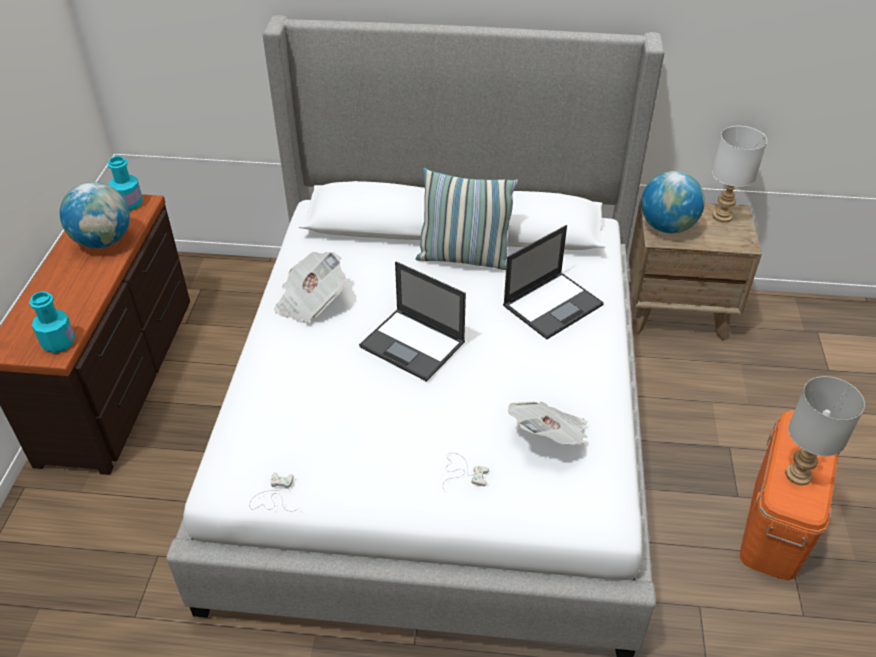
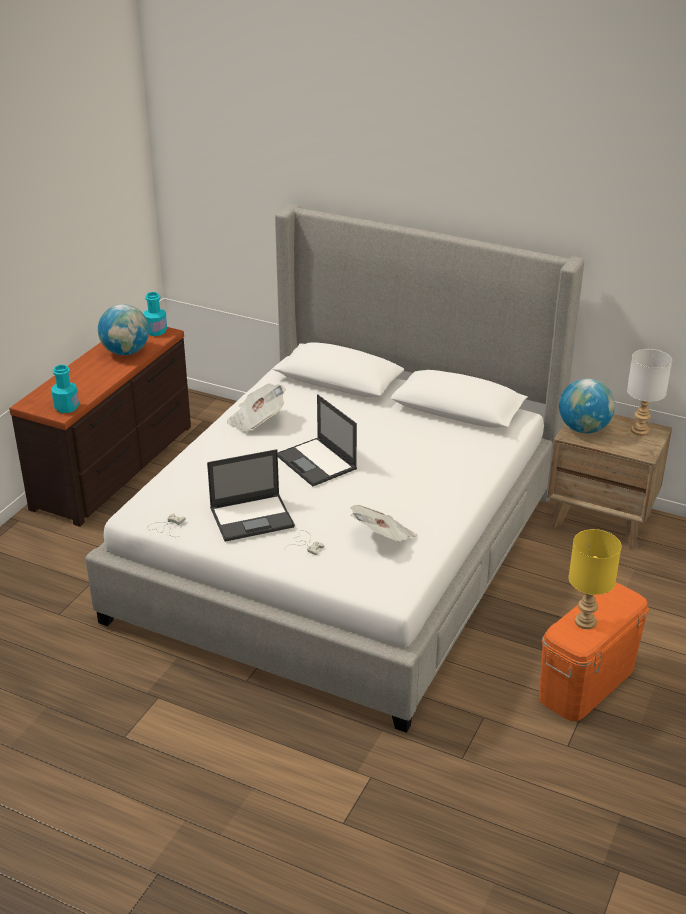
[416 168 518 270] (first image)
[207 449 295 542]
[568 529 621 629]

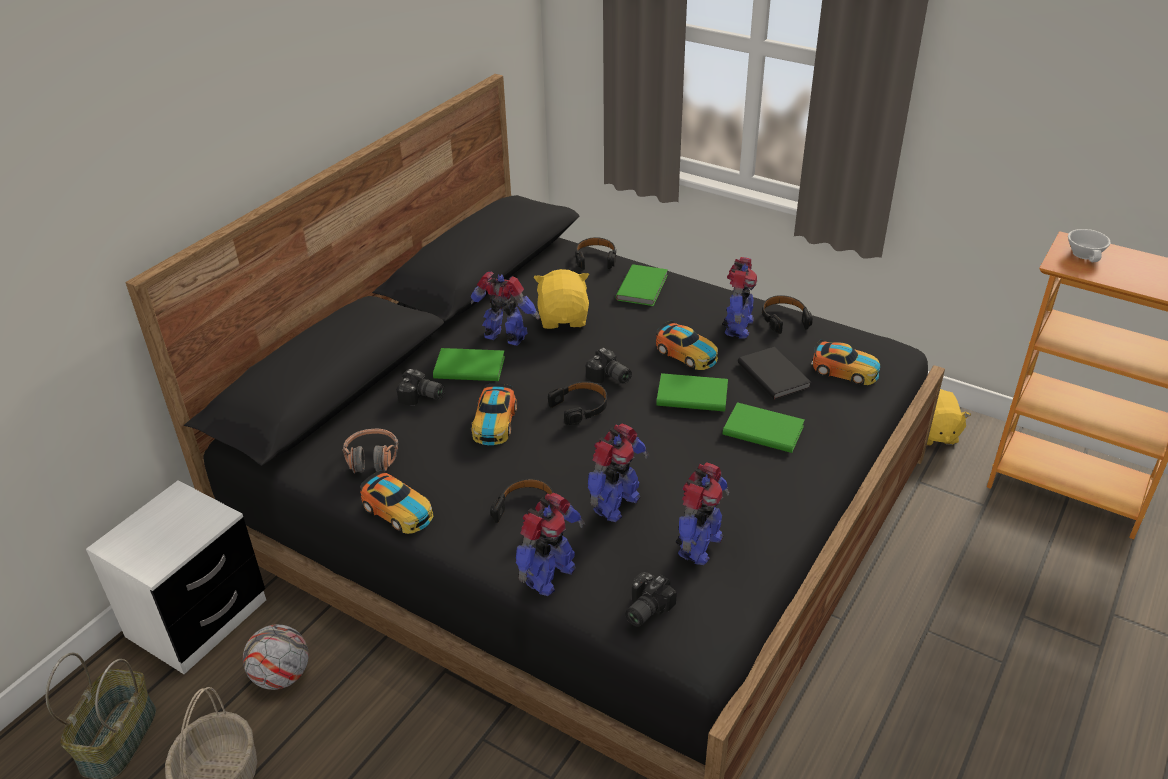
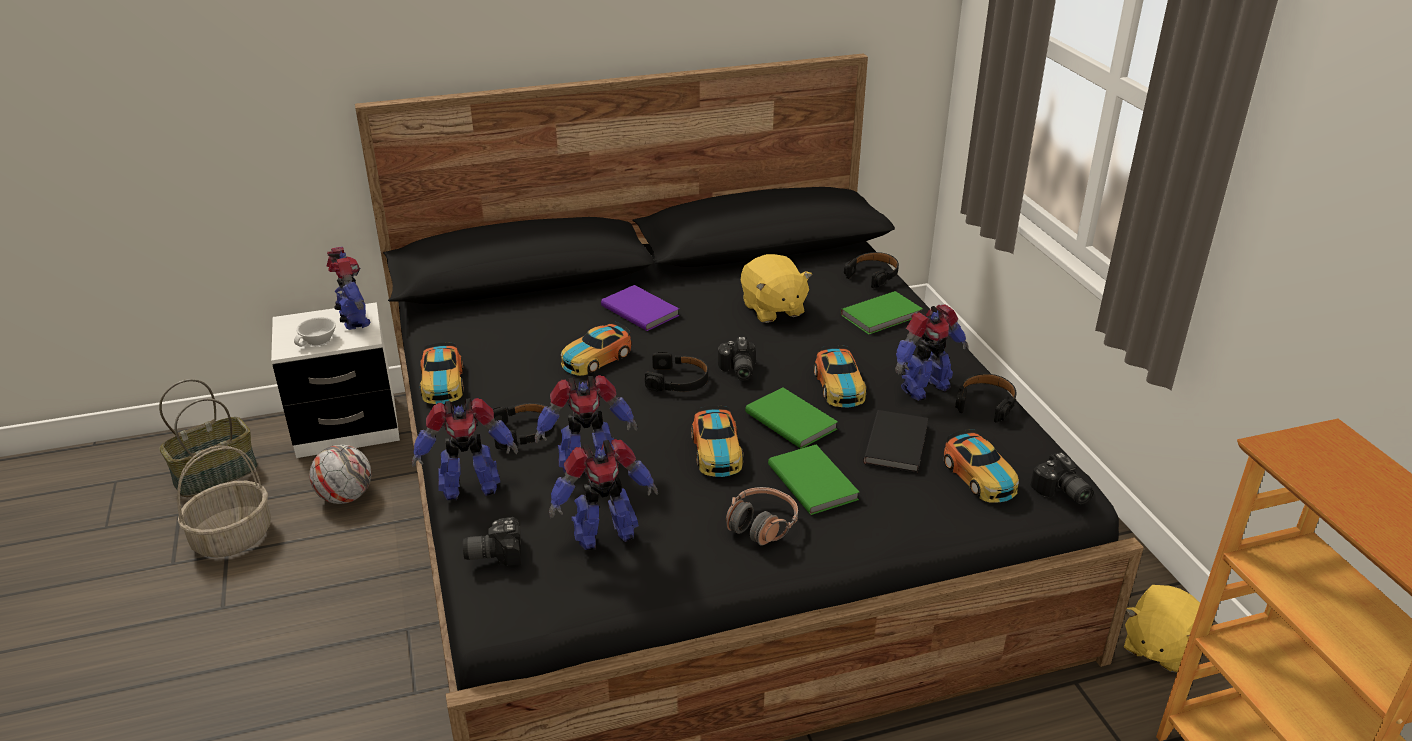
[726 487 798 546]
[1031 452 1094 504]
[601 285 680 331]
[327 247 370 330]
[741 254 812 323]
[294 317 336 347]
[691 406 744 477]

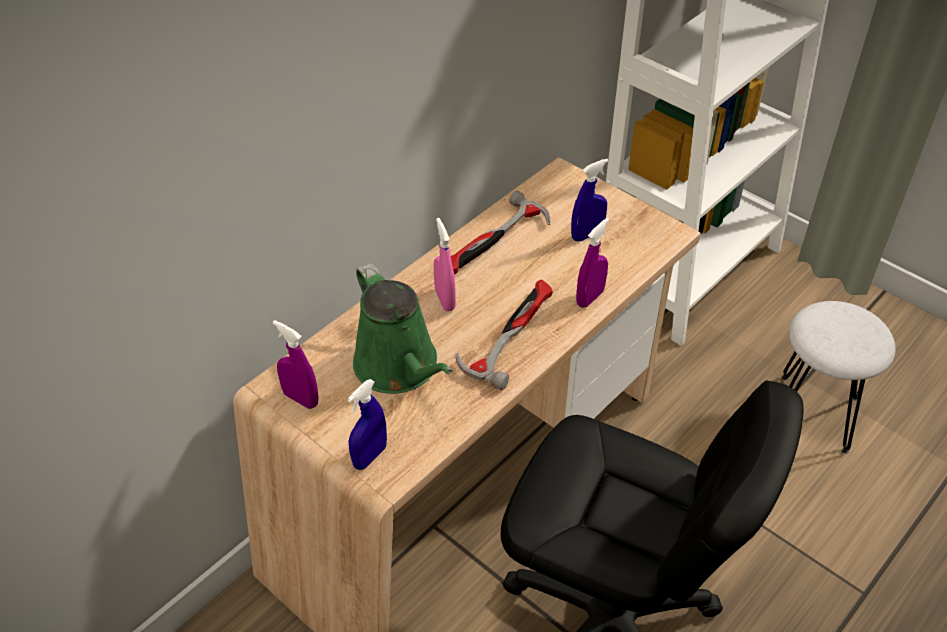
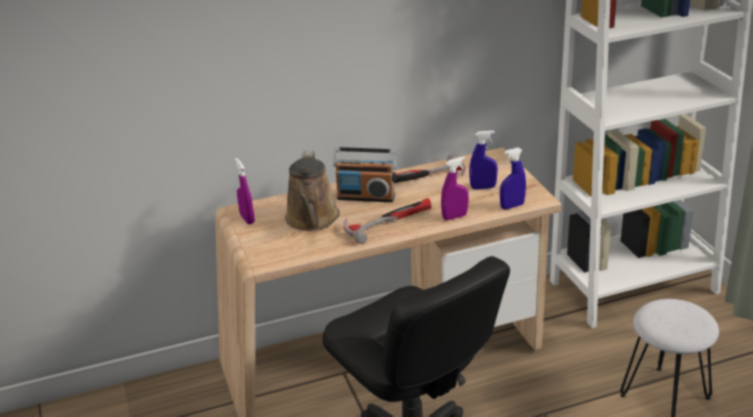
[500 147 526 210]
[285 150 340 231]
[333 147 396 202]

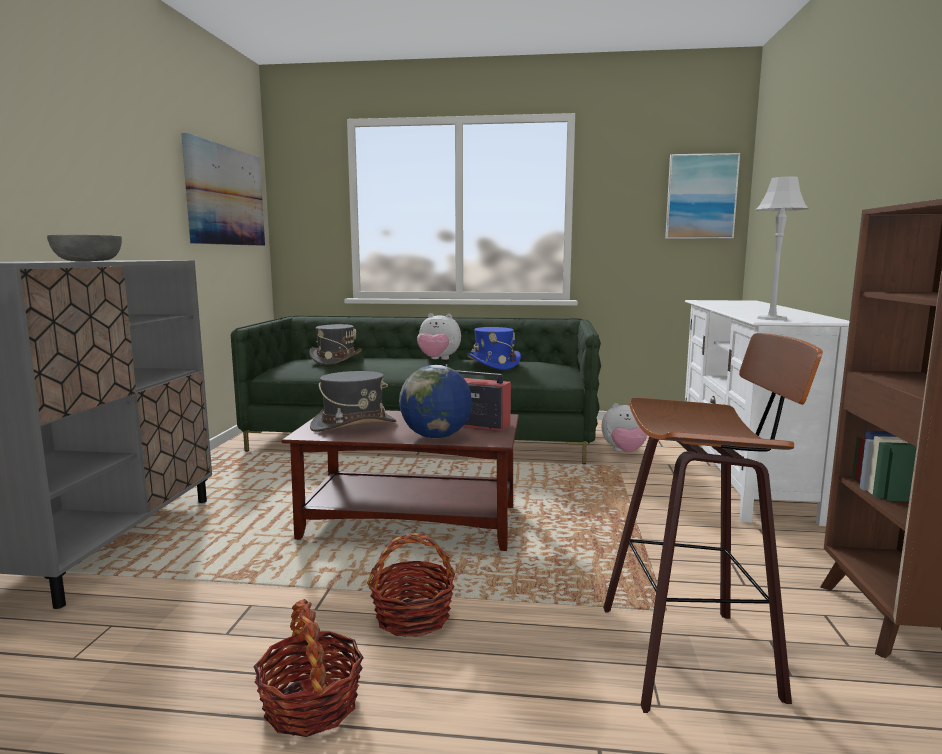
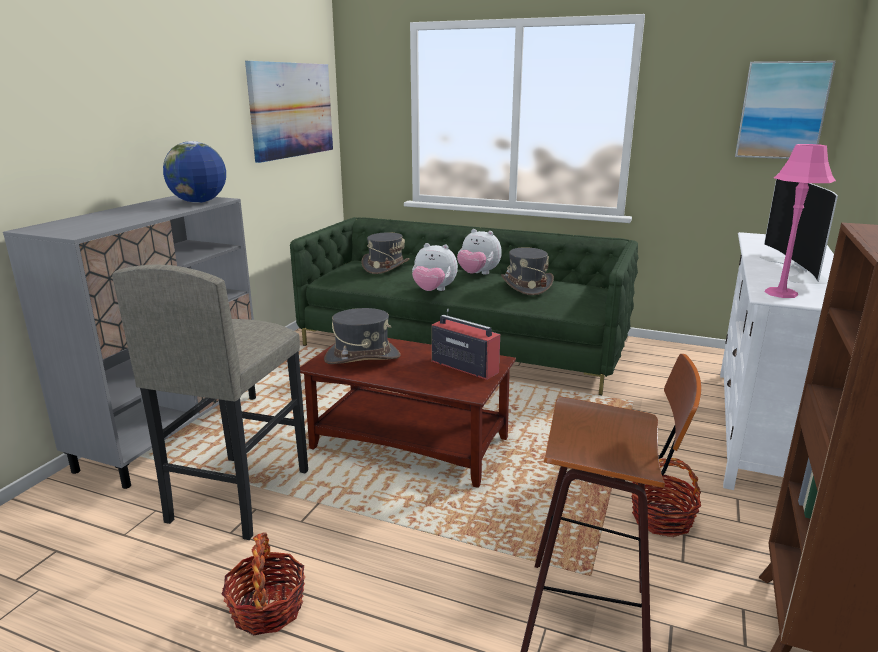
[47 235 122 261] (first image)
[631 458 701 537]
[163 141 226 203]
[501 247 554 295]
[412 243 458 291]
[764 144 836 298]
[112 264 308 540]
[759 179 838 284]

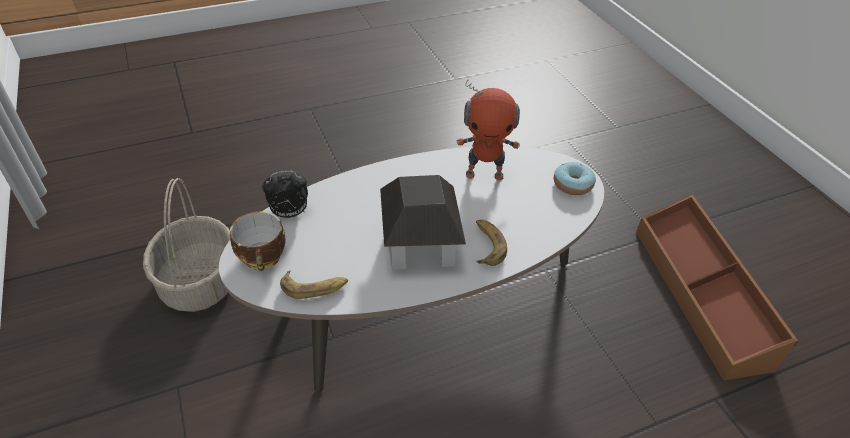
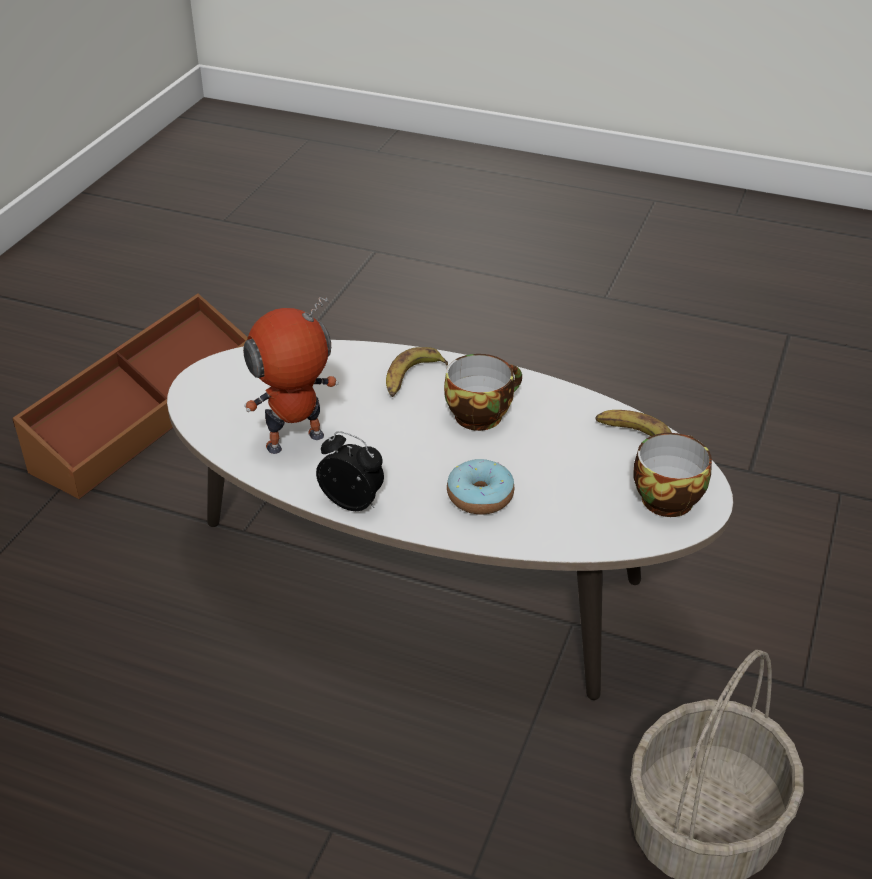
[316 431 384 511]
[444 354 522 431]
[243 297 339 454]
[447 459 514 515]

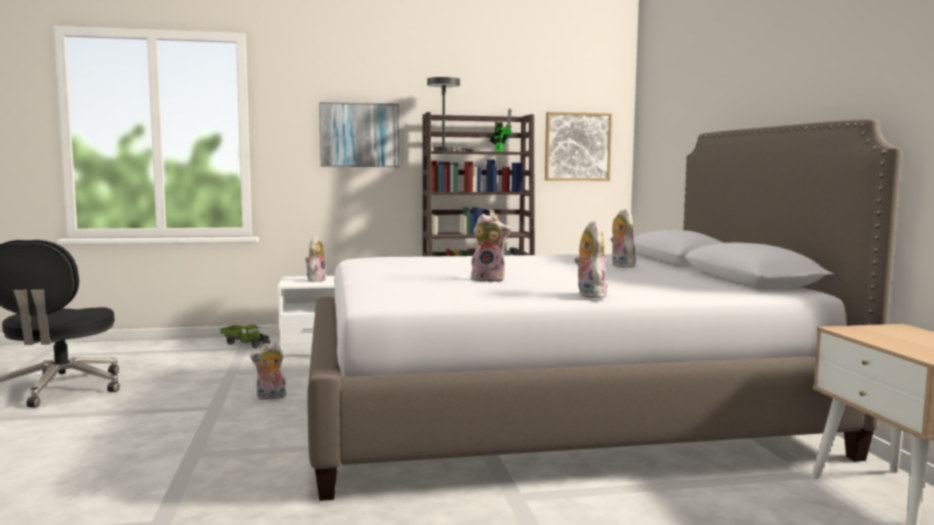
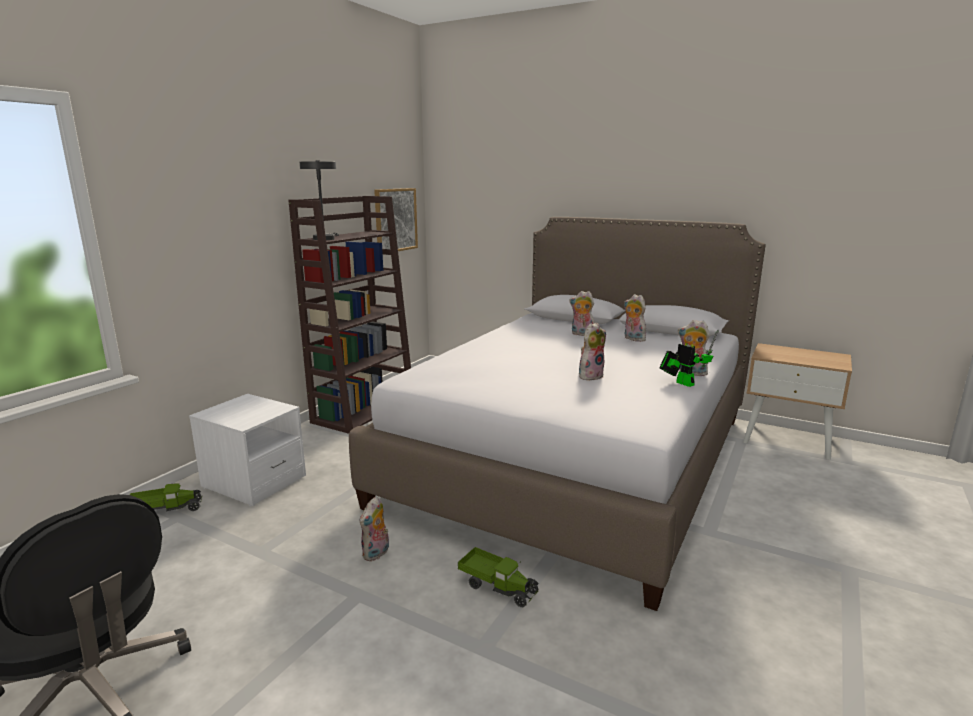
[624 294 646 342]
[319 102 399 167] (first image)
[659 329 719 387]
[458 547 539 607]

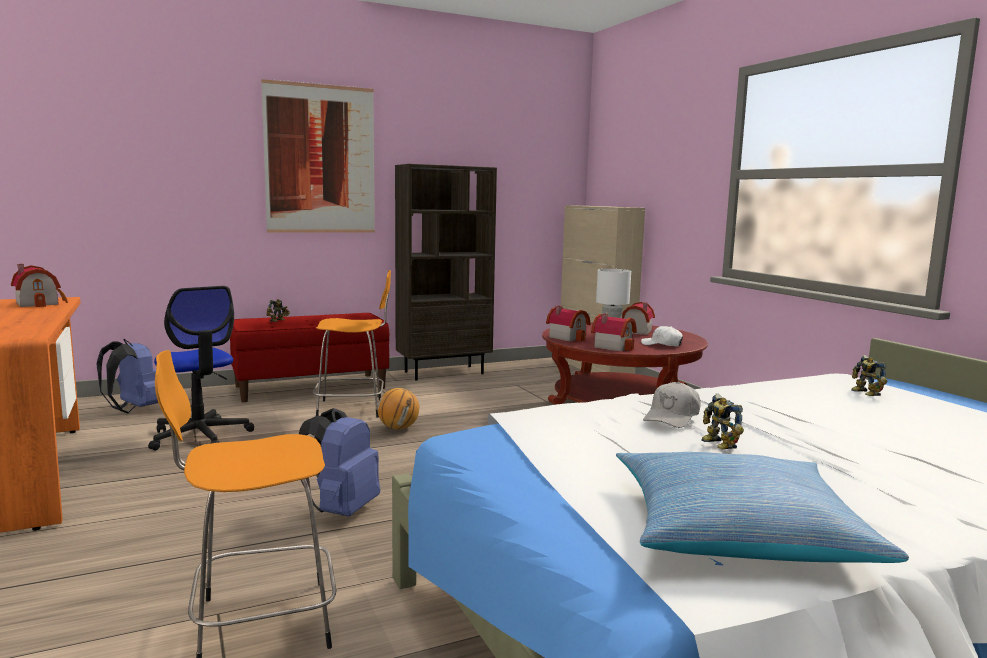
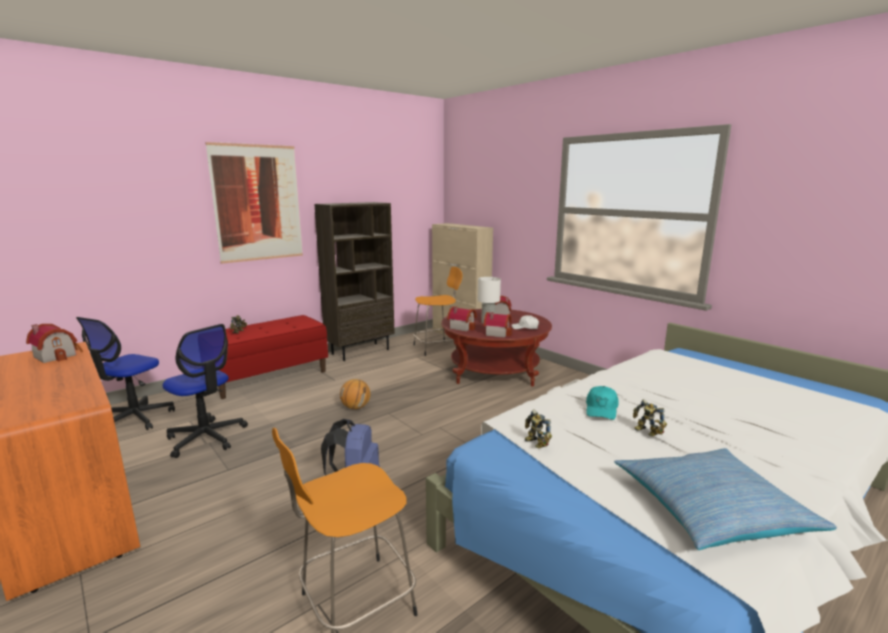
[76 317 175 430]
[413 267 462 356]
[586 386 619 420]
[525 409 552 449]

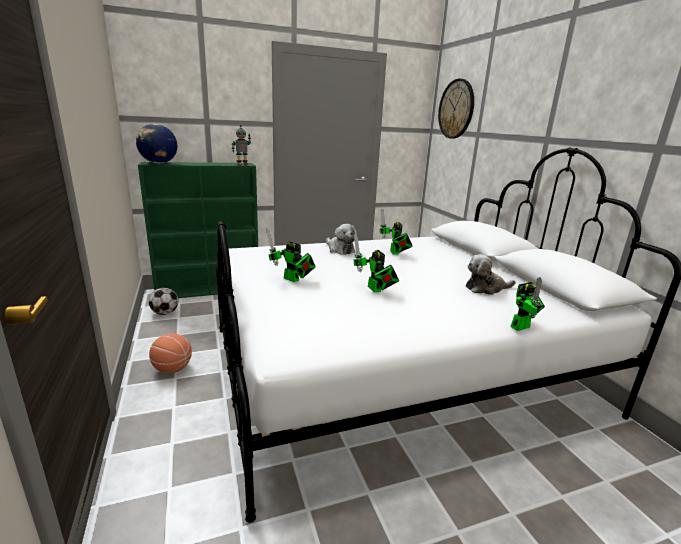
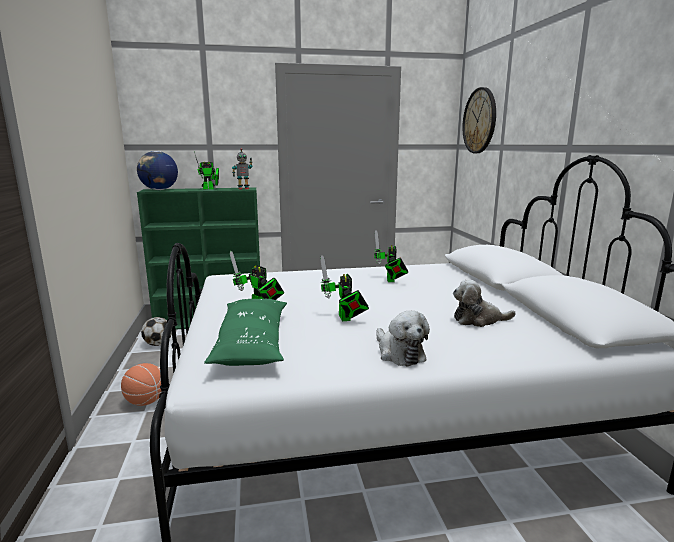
[376 311 430 366]
[194 152 219 189]
[204 299 287 366]

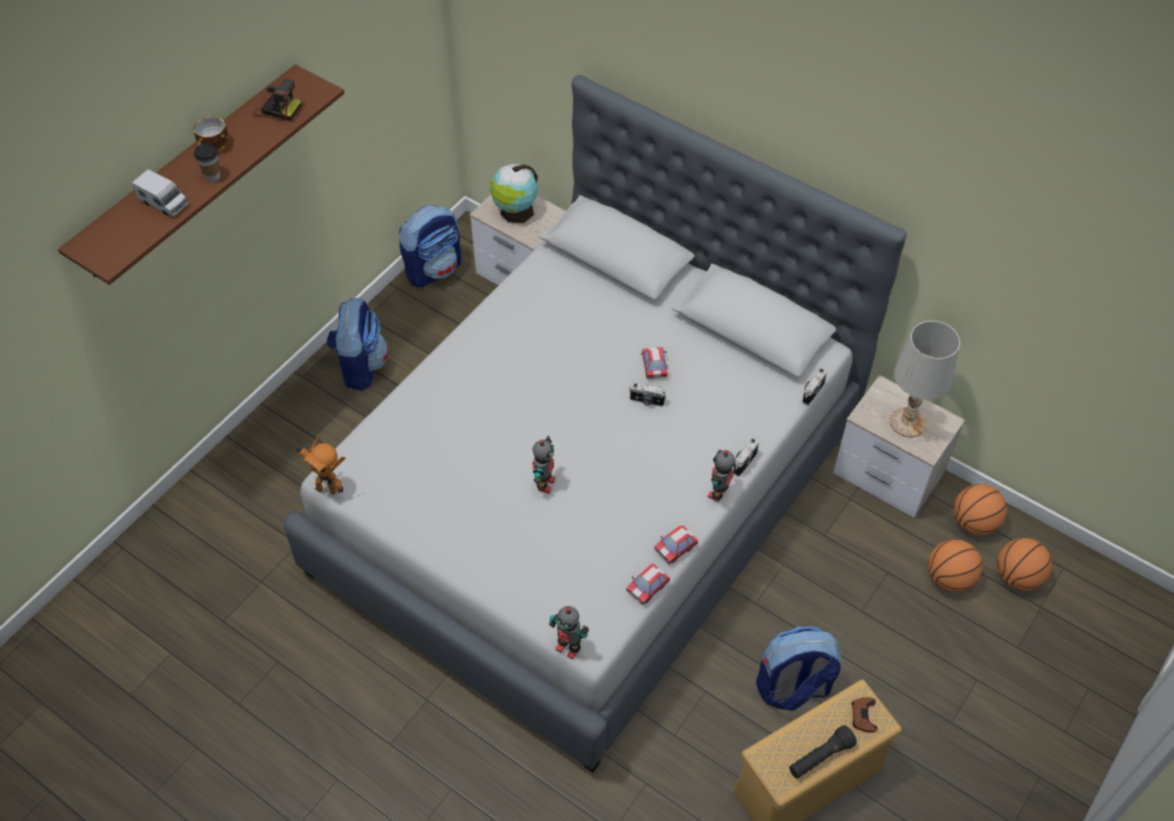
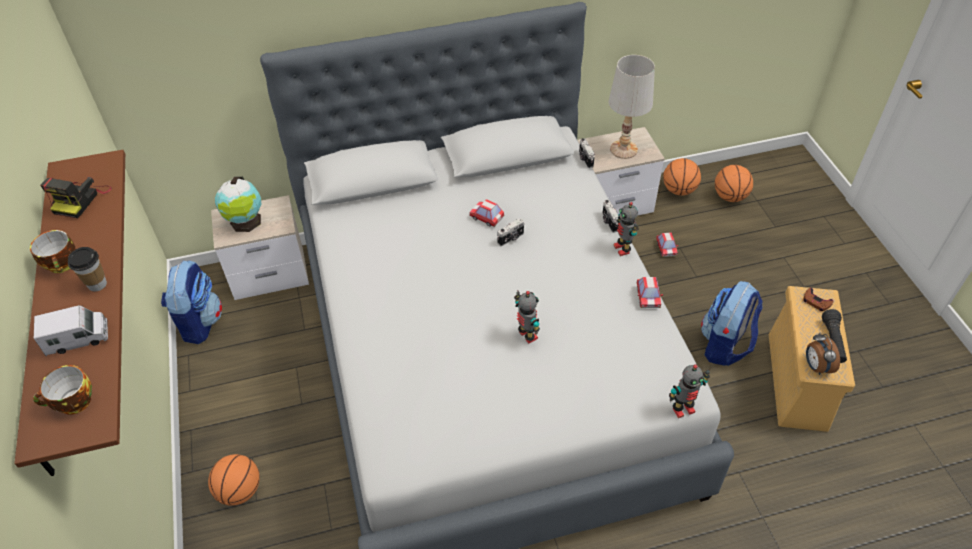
[40 177 112 218]
[294 435 346 494] (first image)
[327 298 388 391] (first image)
[656 232 678 257]
[208 454 260 506]
[33 365 92 415]
[806 332 840 375]

